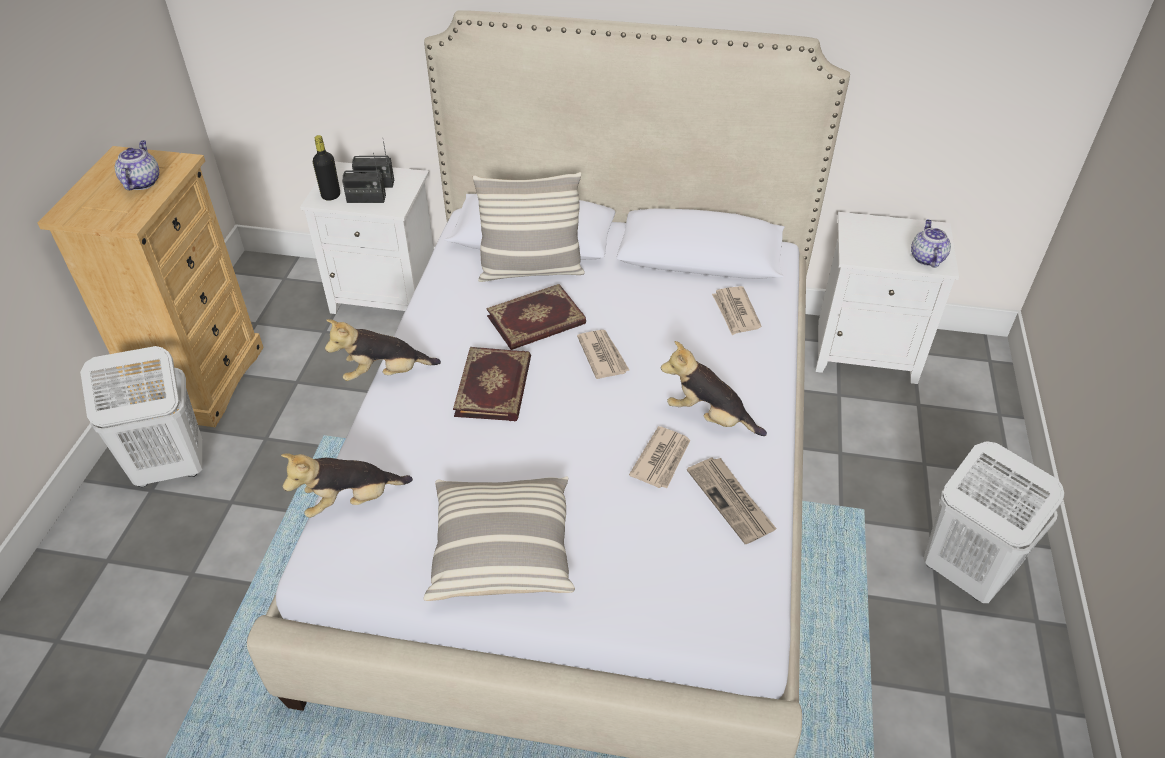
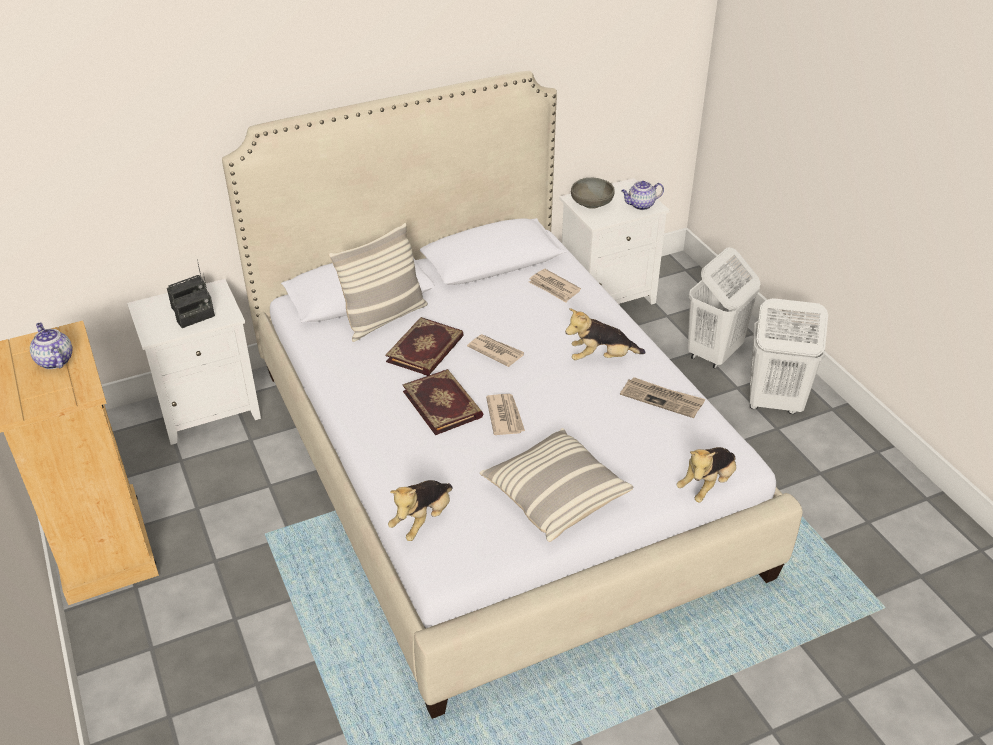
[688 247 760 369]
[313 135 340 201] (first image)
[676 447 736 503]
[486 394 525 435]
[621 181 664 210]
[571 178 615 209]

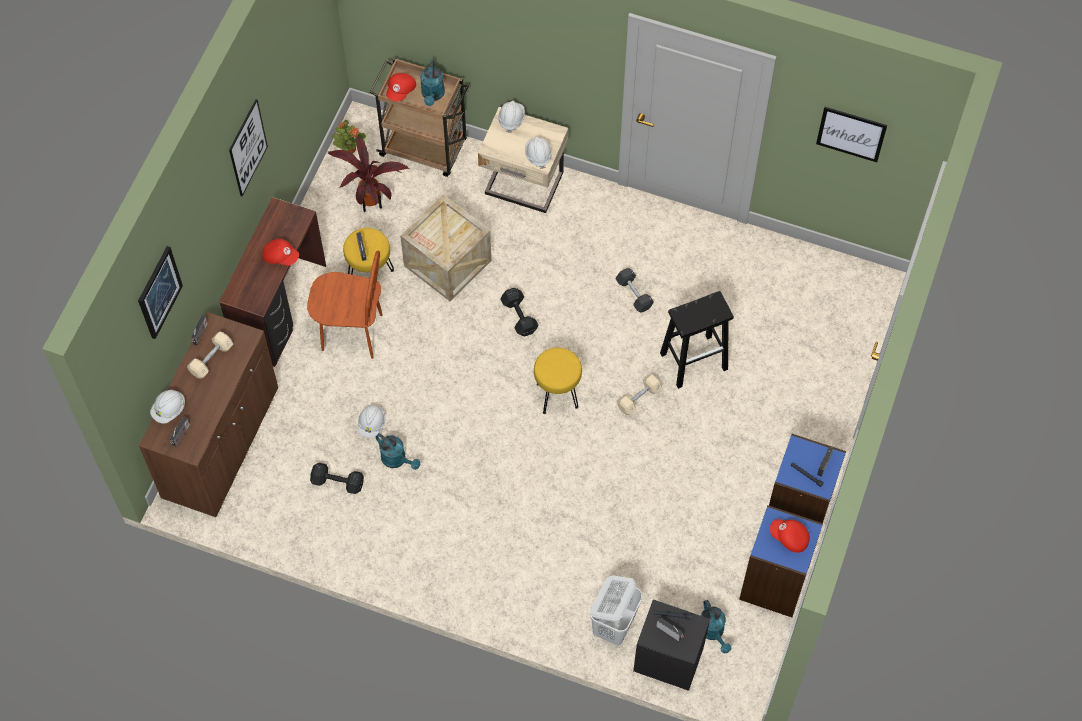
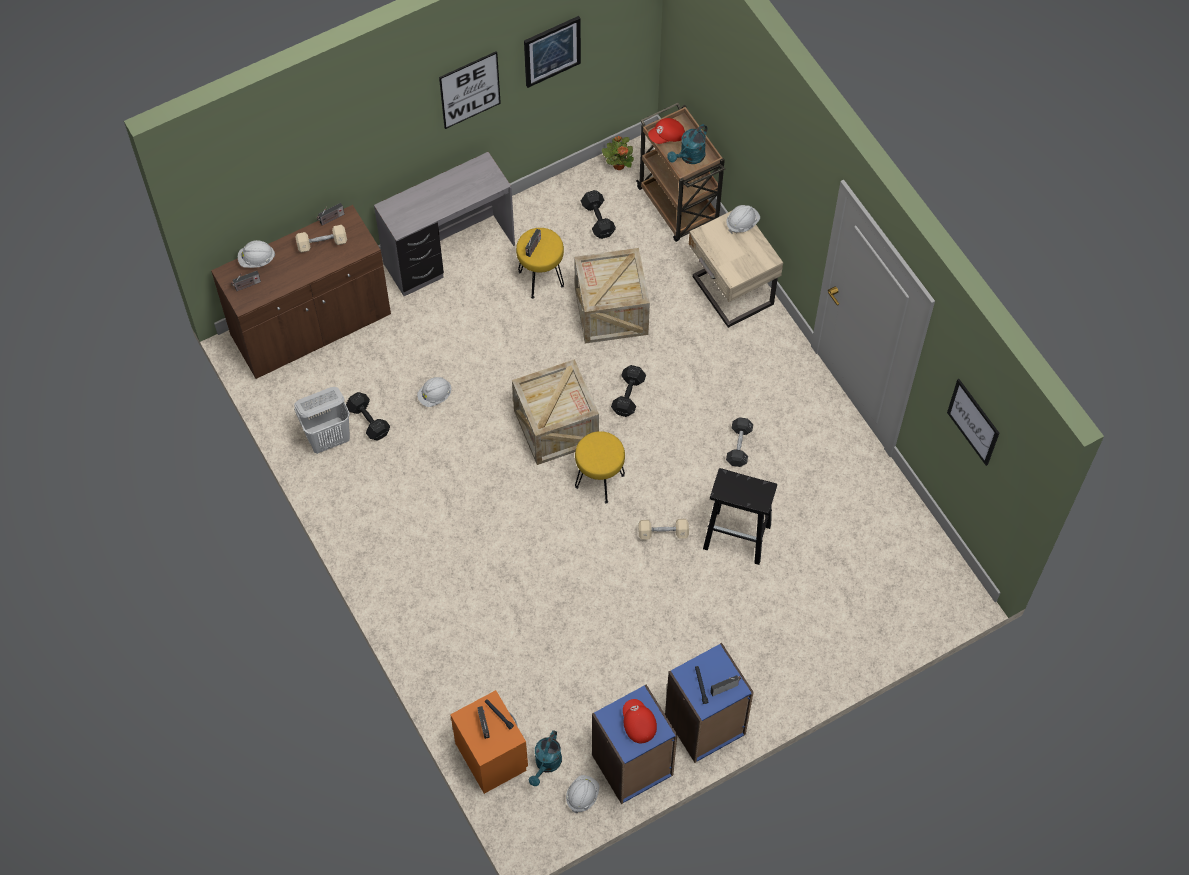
[524 16 581 88]
[374 152 515 296]
[262 239 299 266] (first image)
[307 251 383 359] (first image)
[581 190 616 239]
[376 433 420 470] (first image)
[566 775 600 813]
[294 387 350 454]
[450 690 528 794]
[512 359 599 465]

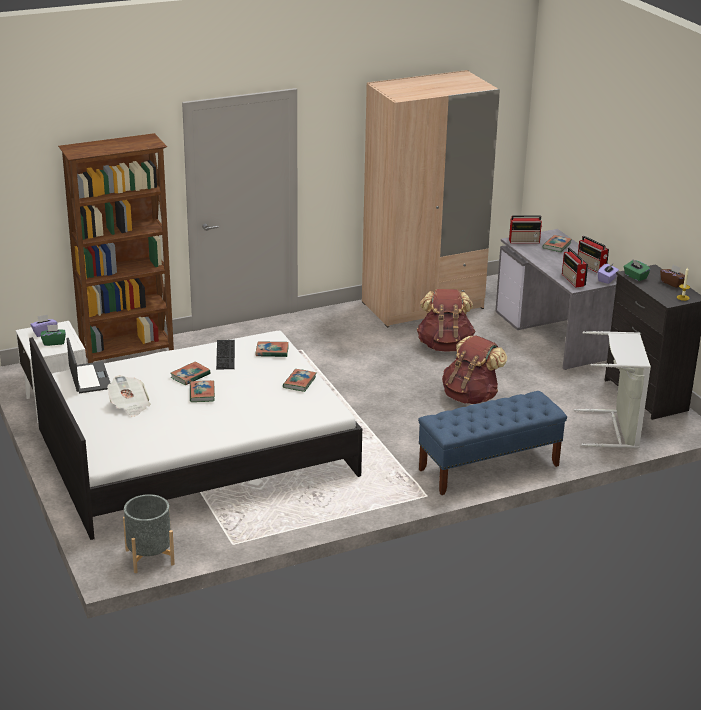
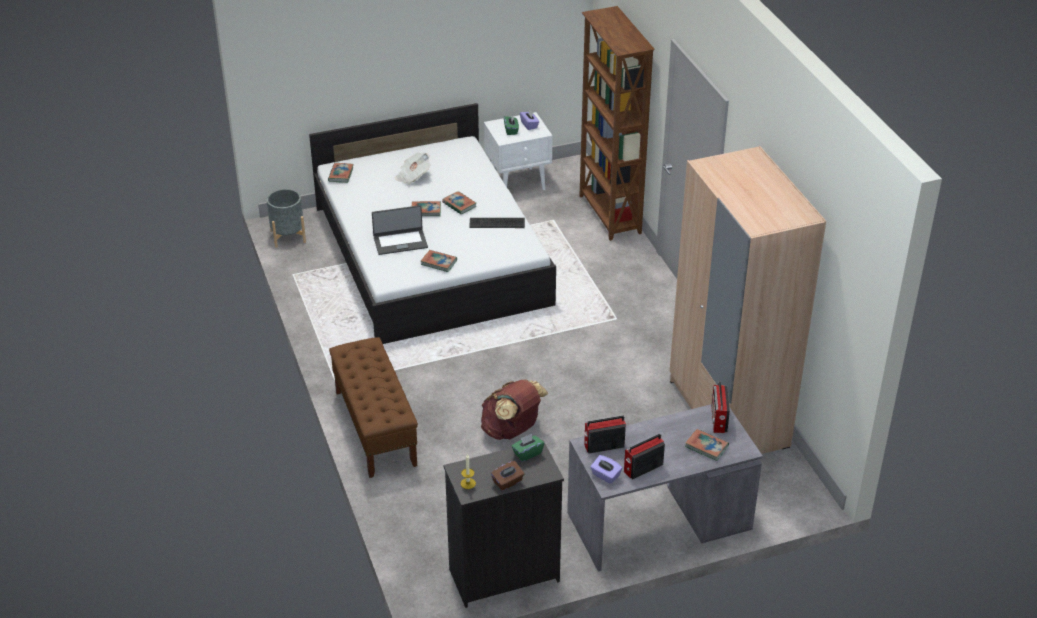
[372 205 428 255]
[328 163 354 183]
[417 289 475 352] (first image)
[329 337 418 478]
[574 331 651 448] (first image)

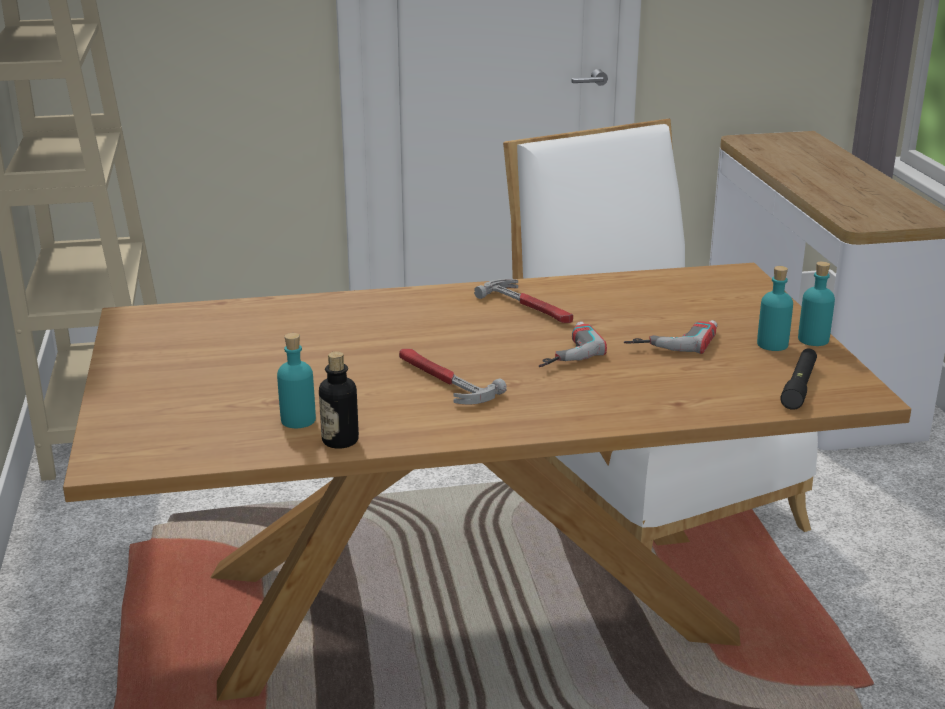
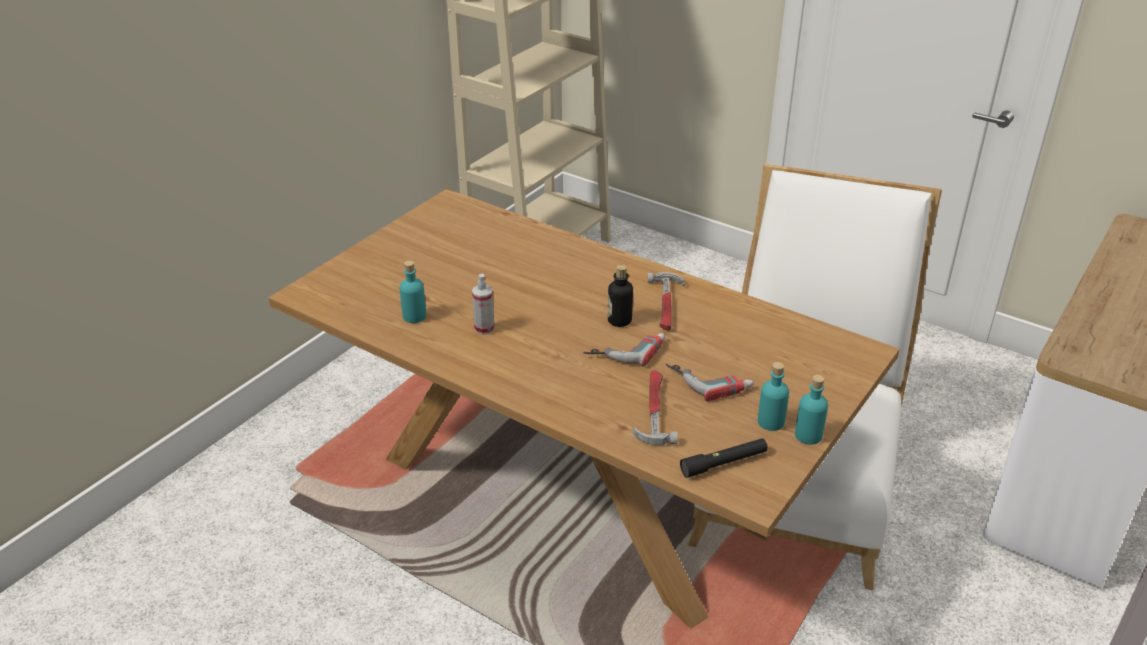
[608 265 633 327]
[633 370 678 445]
[472 274 495 335]

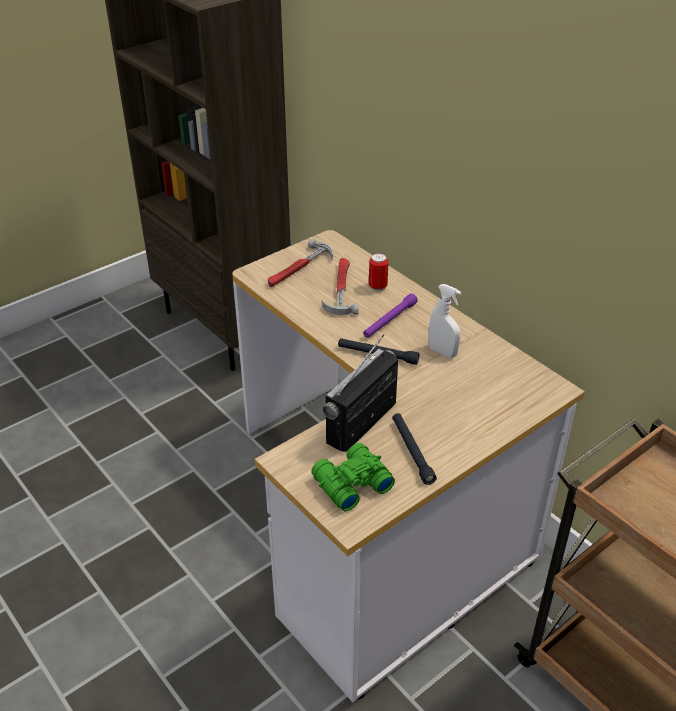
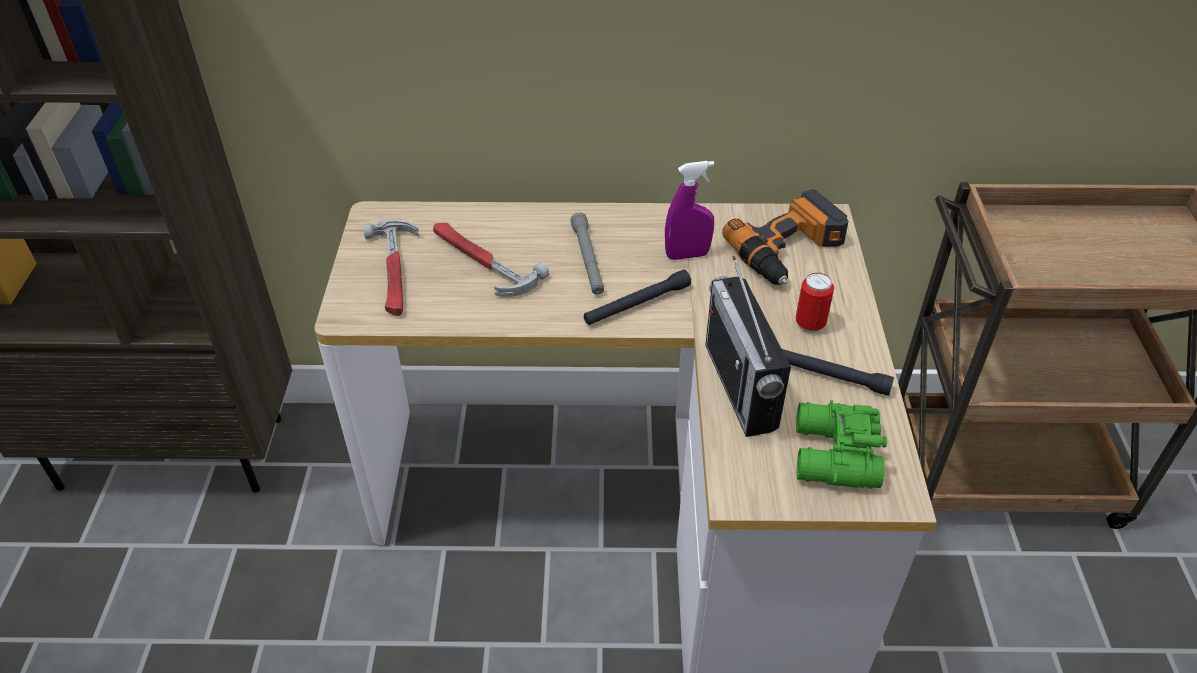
[571 212 604 295]
[796 273 834 333]
[665 161 714 260]
[722 189 848 285]

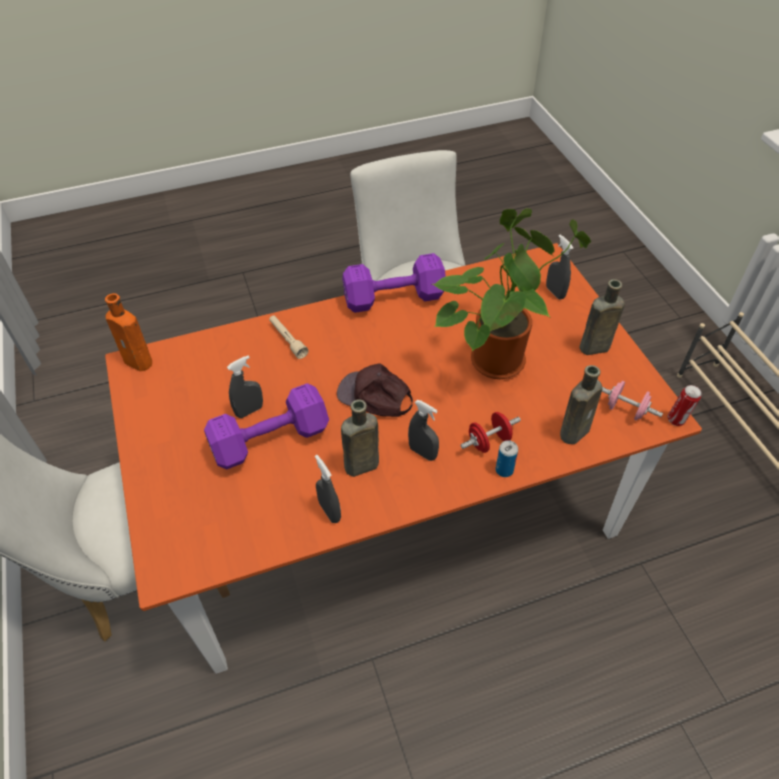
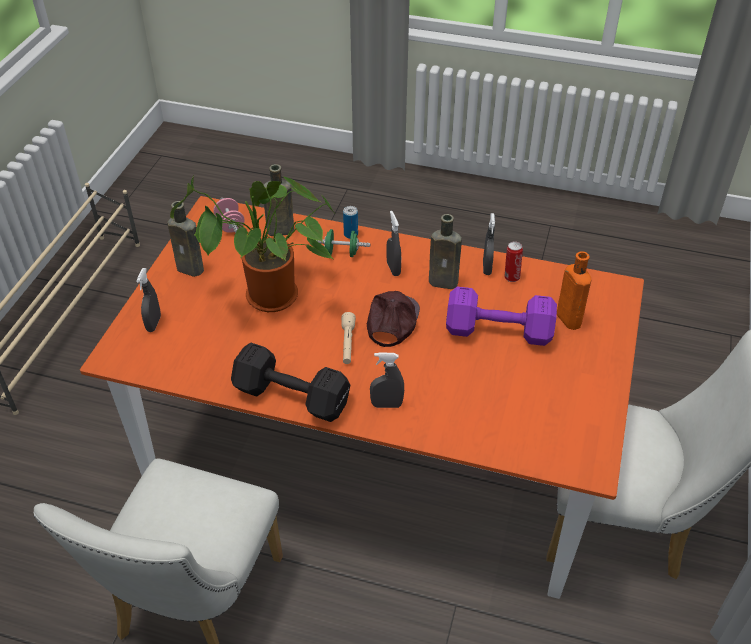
[557 251 592 330]
[370 352 404 408]
[341 312 356 364]
[367 291 420 347]
[231 343 350 422]
[316 229 370 257]
[505 242 523 282]

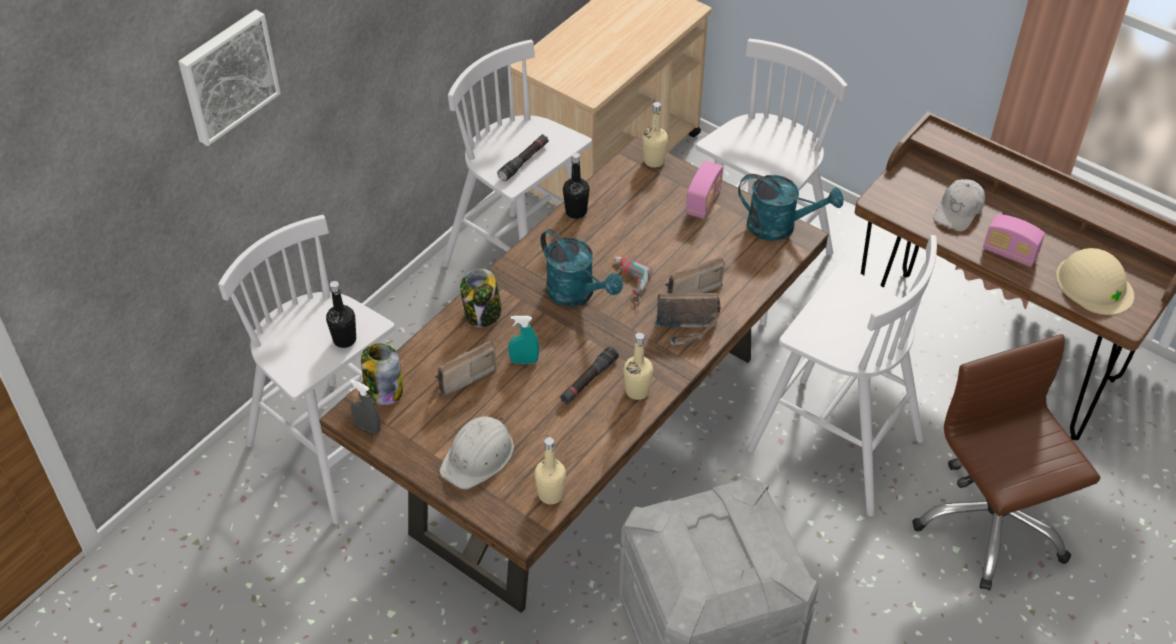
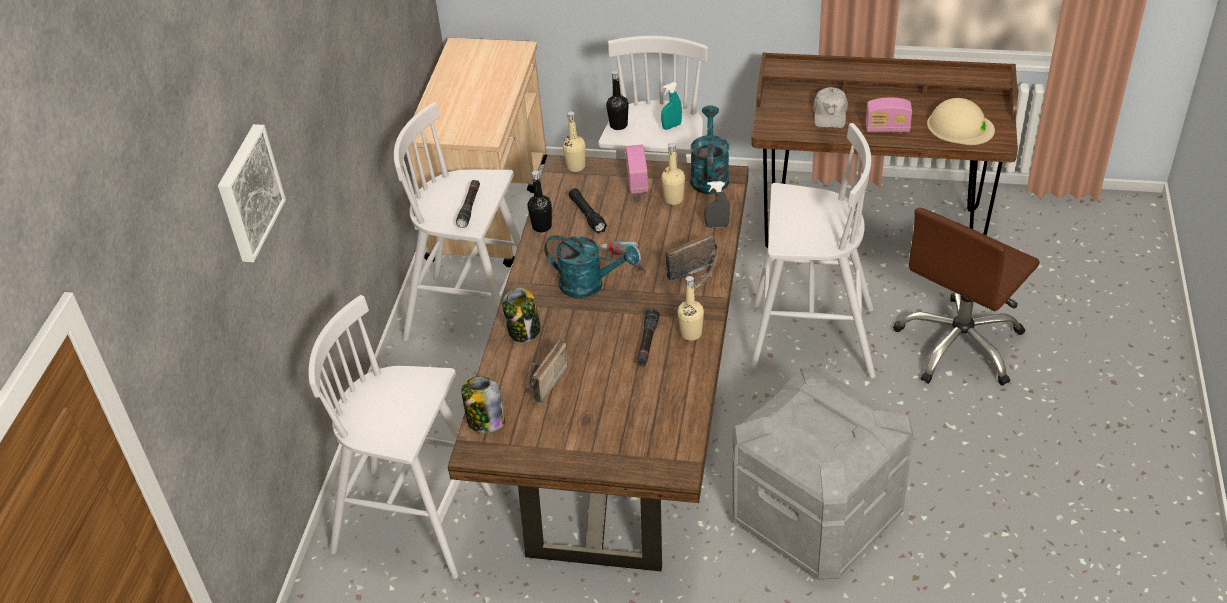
[606 71 628 130]
[704 181 730 228]
[440 416 514 490] (first image)
[661 82 682 130]
[661 143 685 205]
[665 257 725 294] (first image)
[690 105 729 194]
[893 208 1040 386]
[569 188 607 234]

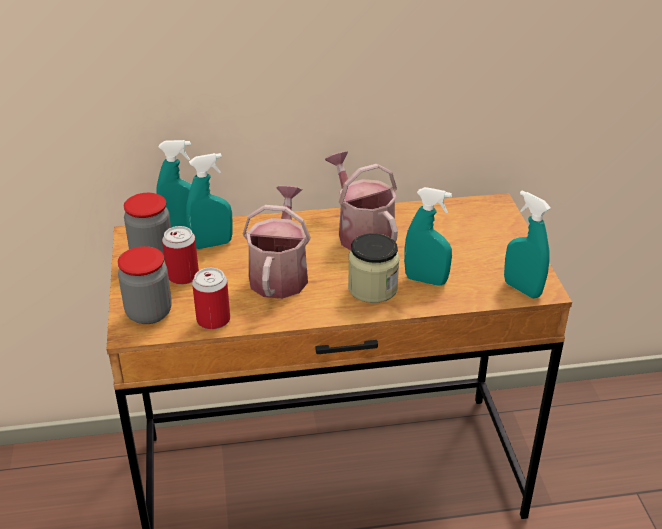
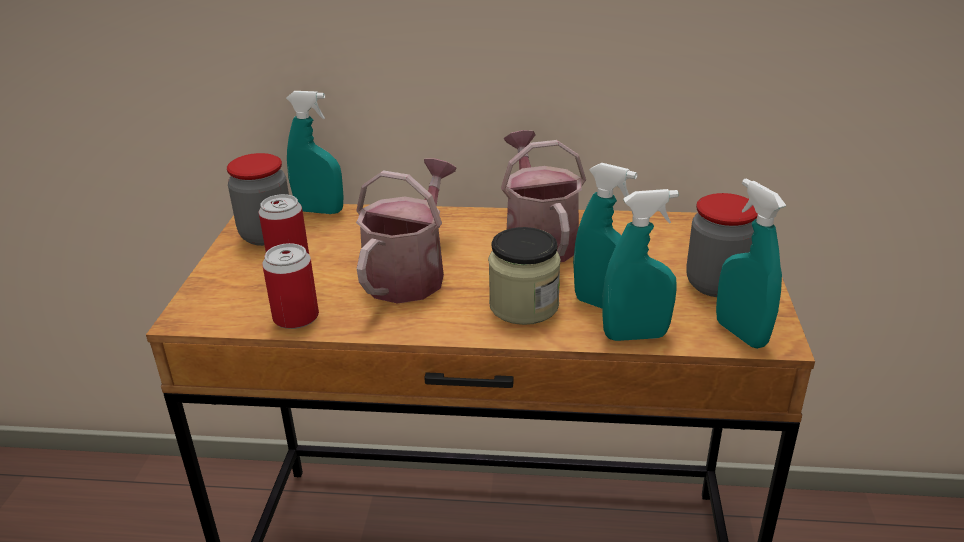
[686 193 758 297]
[602 189 678 341]

